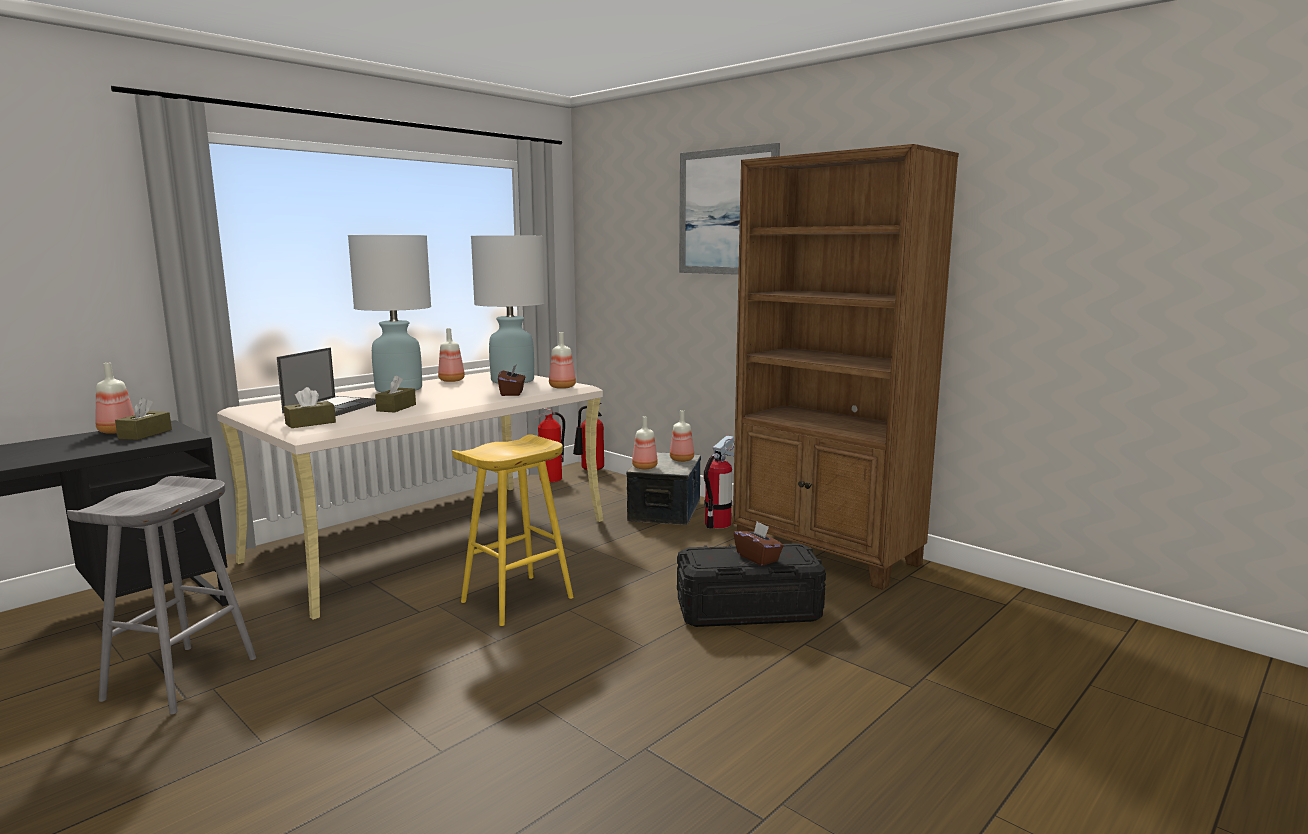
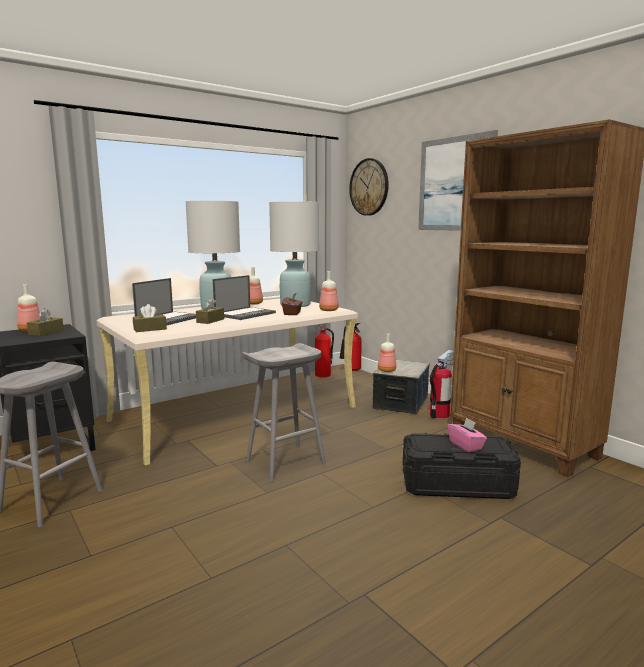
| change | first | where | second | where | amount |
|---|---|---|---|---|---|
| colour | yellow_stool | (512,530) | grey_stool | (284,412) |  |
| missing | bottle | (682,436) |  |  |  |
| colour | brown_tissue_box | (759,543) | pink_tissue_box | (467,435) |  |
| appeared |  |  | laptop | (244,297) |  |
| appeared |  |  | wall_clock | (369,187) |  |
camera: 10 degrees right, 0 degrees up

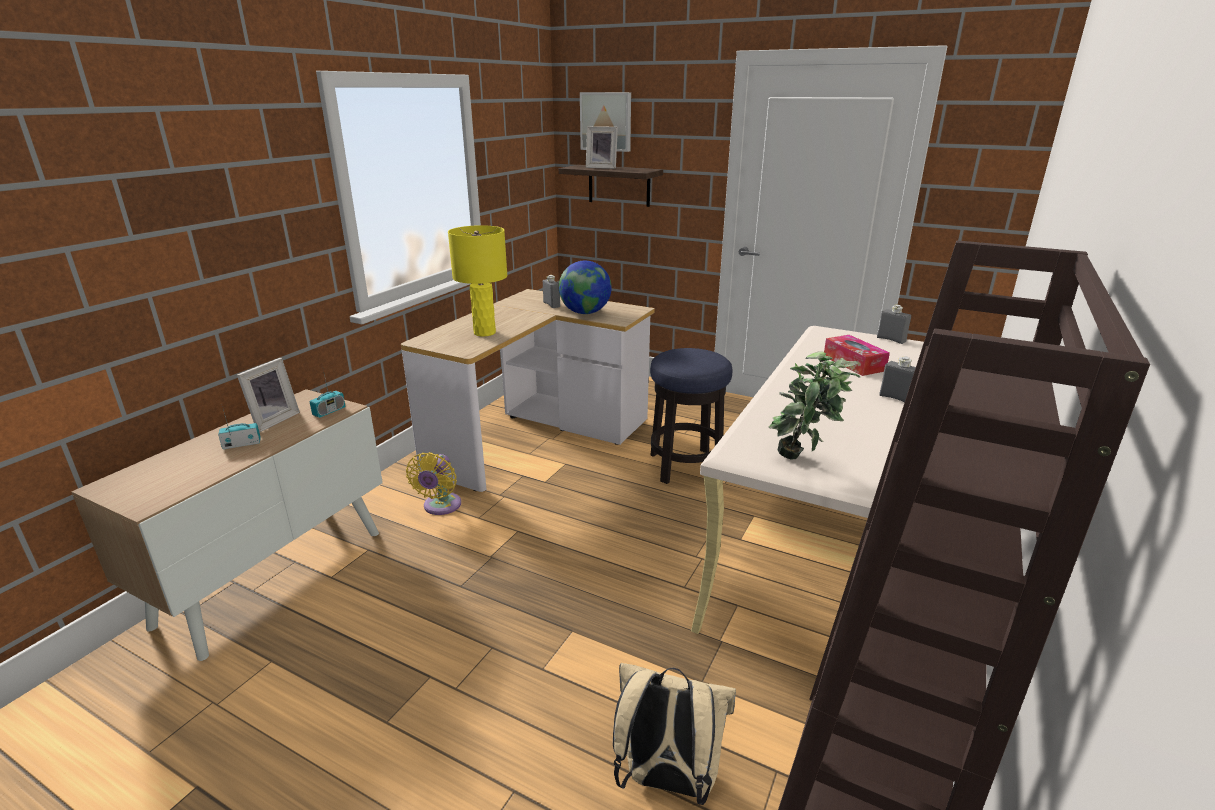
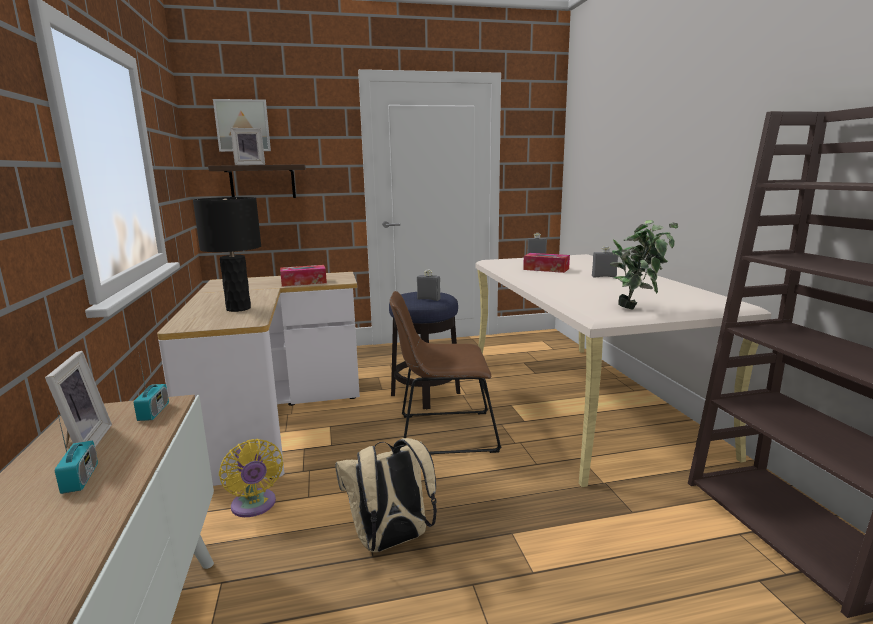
| change | first | where | second | where | amount |
|---|---|---|---|---|---|
| spun | radio | (239,427) |  | (76,450) | 135 degrees clockwise |
| colour | yellow_table_lamp | (477,281) | black_table_lamp | (227,254) |  |
| relocated | grey_bottle | (551,291) |  | (428,285) |  |
| exchanged | globe | (585,287) | tissue_box | (303,276) |  |
| relocated | beige_backpack | (674,734) |  | (386,495) |  |
| appeared |  |  | brown_chair | (445,372) |  |
camera: 40 degrees left, 10 degrees down

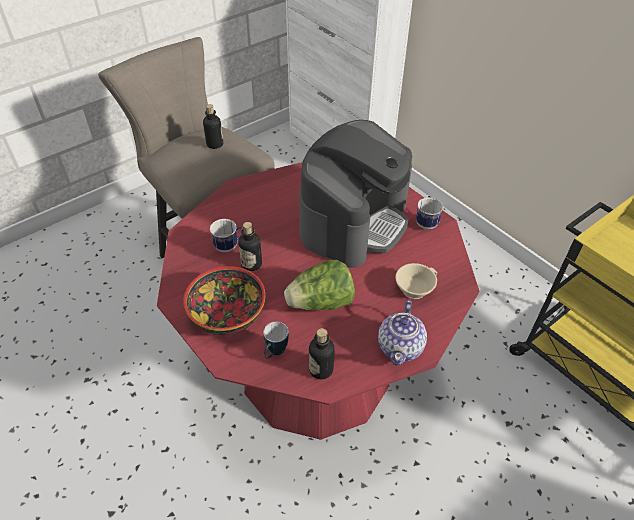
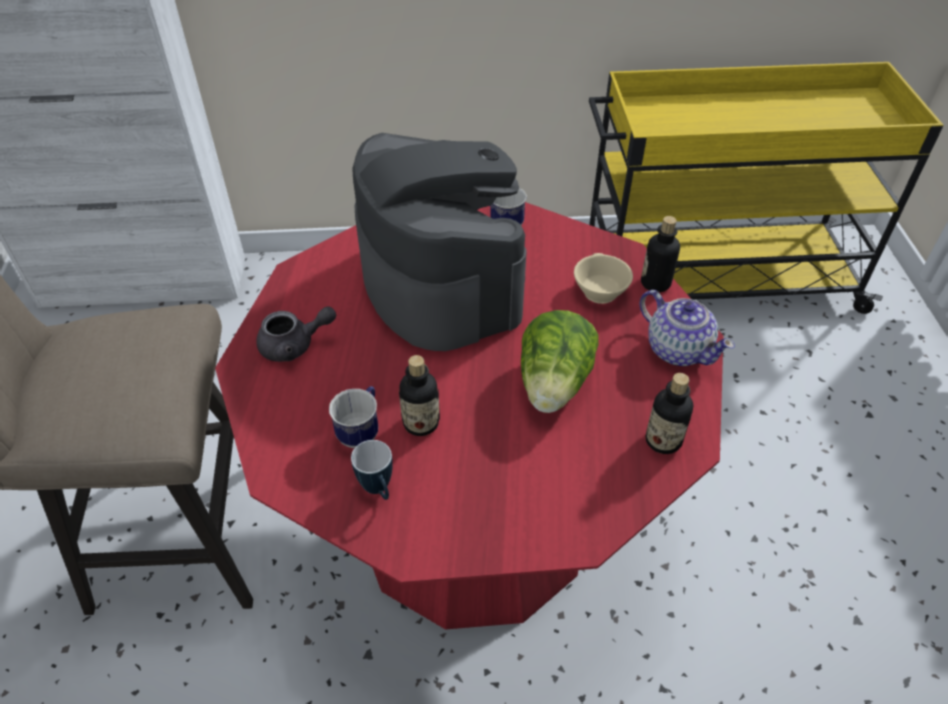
| change | first | where | second | where | amount |
|---|---|---|---|---|---|
| missing | bowl | (224,300) |  |  |  |
| relocated | bottle | (213,126) |  | (660,254) |  |
| relocated | mug | (276,340) |  | (372,470) |  |
| appeared |  |  | grey_teapot | (296,334) |  |
camera: 55 degrees left, 0 degrees up

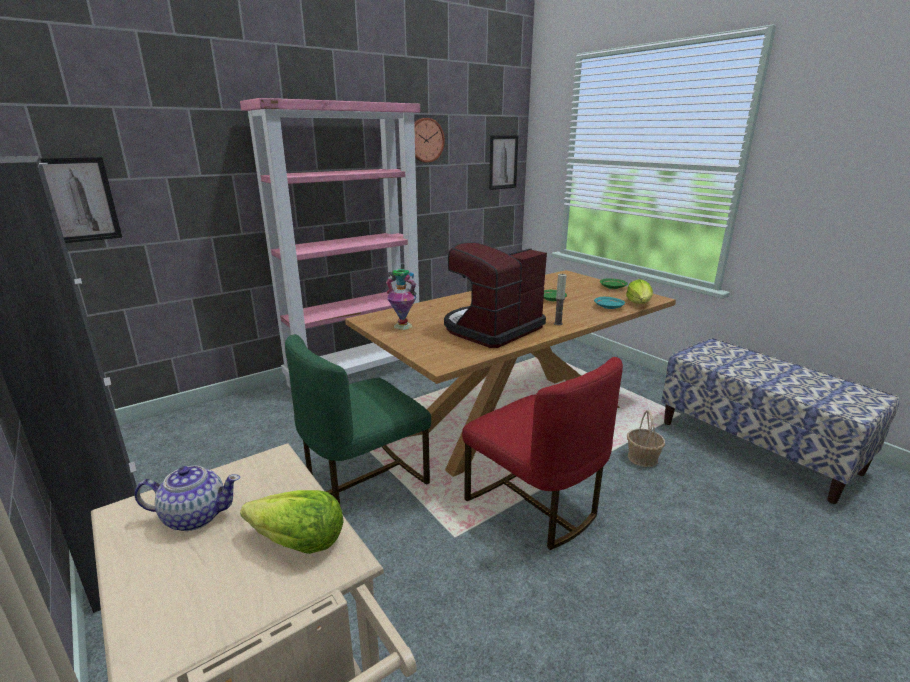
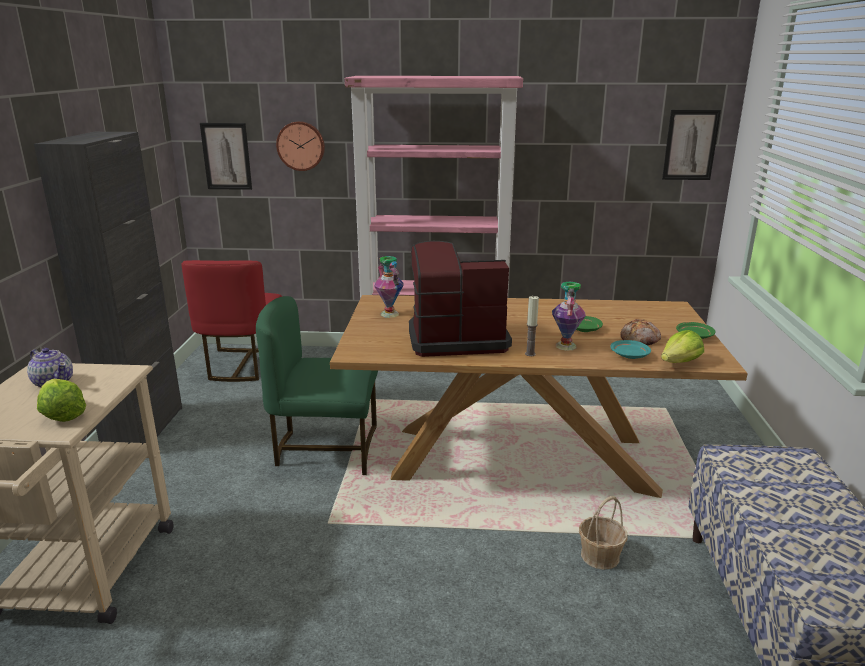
| change | first | where | second | where | amount |
|---|---|---|---|---|---|
| relocated | wall_clock | (429,140) |  | (300,146) |  |
| relocated | red_chair | (542,453) |  | (231,321) |  |
| appeared |  |  | vase | (569,316) |  |
| appeared |  |  | bread | (640,332) |  |
camera: 40 degrees right, 0 degrees up

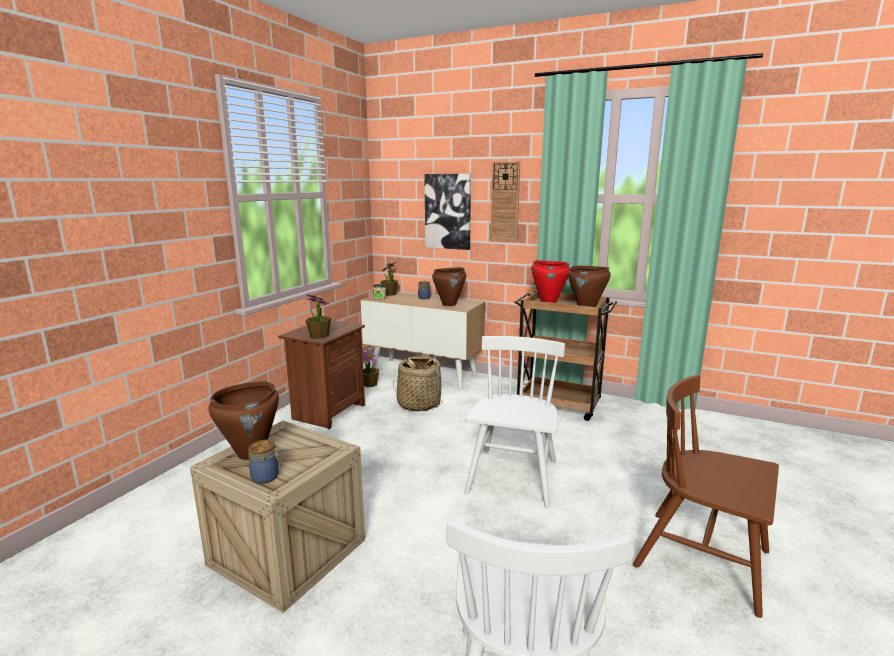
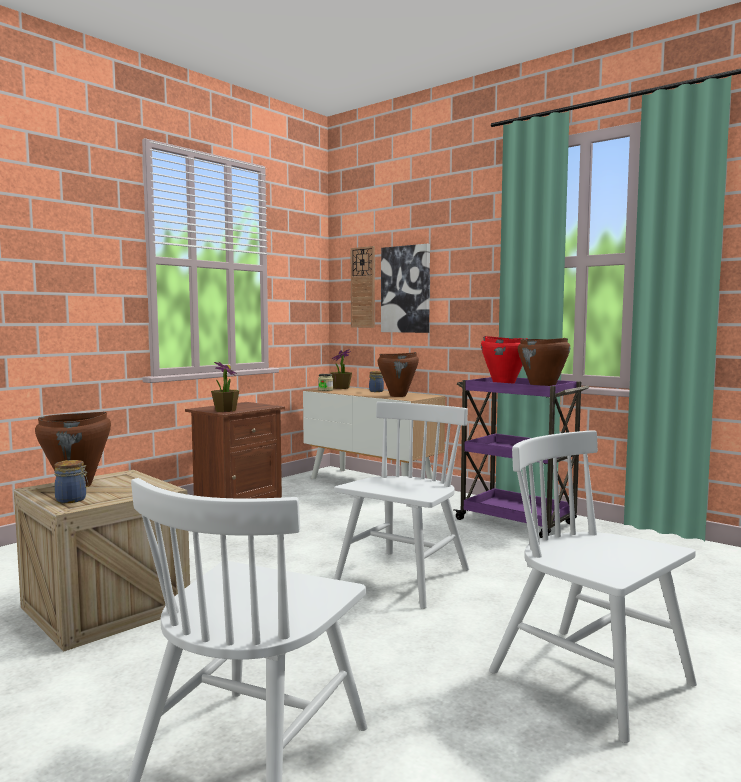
| change | first | where | second | where | amount |
|---|---|---|---|---|---|
| missing | potted_plant | (370,368) |  |  |  |
| missing | basket | (418,383) |  |  |  |
| relocated | wall_clock | (505,200) |  | (363,287) |  |
| colour | brown_cart | (565,355) | purple_cart | (521,457) |  |
| colour | brown_chair | (706,496) | white_chair | (593,586) |  |
camera: 15 degrees right, 10 degrees down

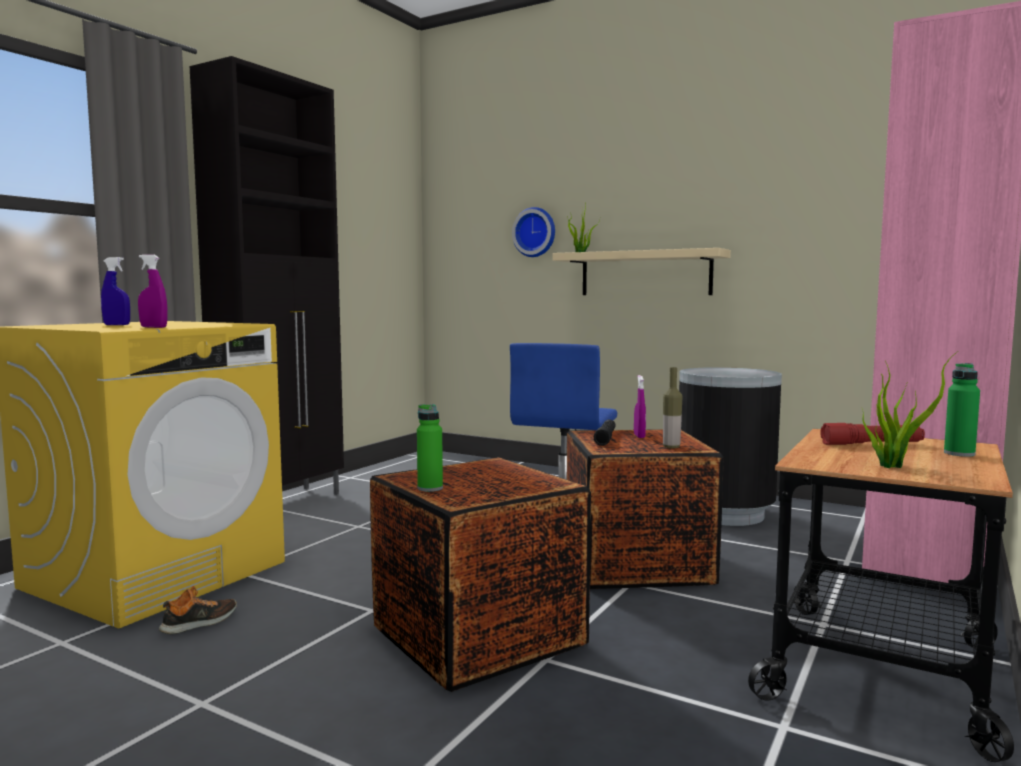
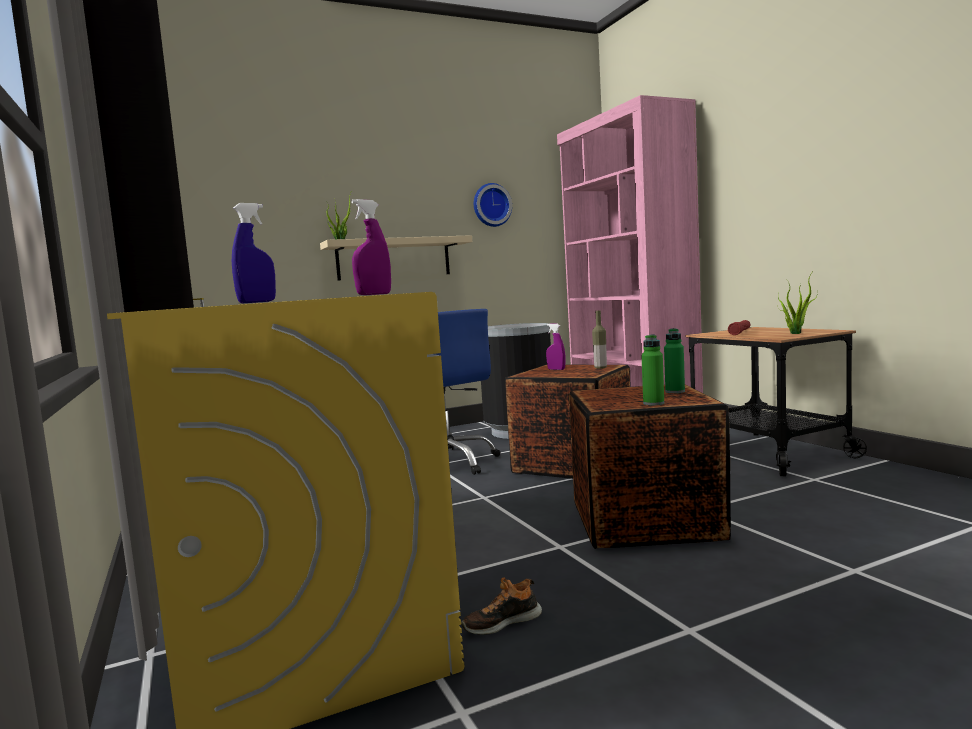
| change | first | where | second | where | amount |
|---|---|---|---|---|---|
| spun | shoe | (198,610) |  | (501,606) | 105 degrees counterclockwise |
| relocated | wall_clock | (533,232) |  | (493,205) |  |
| missing | black_flashlight | (605,433) |  |  |  |
| relocated | green_bottle | (962,410) |  | (674,360) |  |
camera: 55 degrees left, 0 degrees up

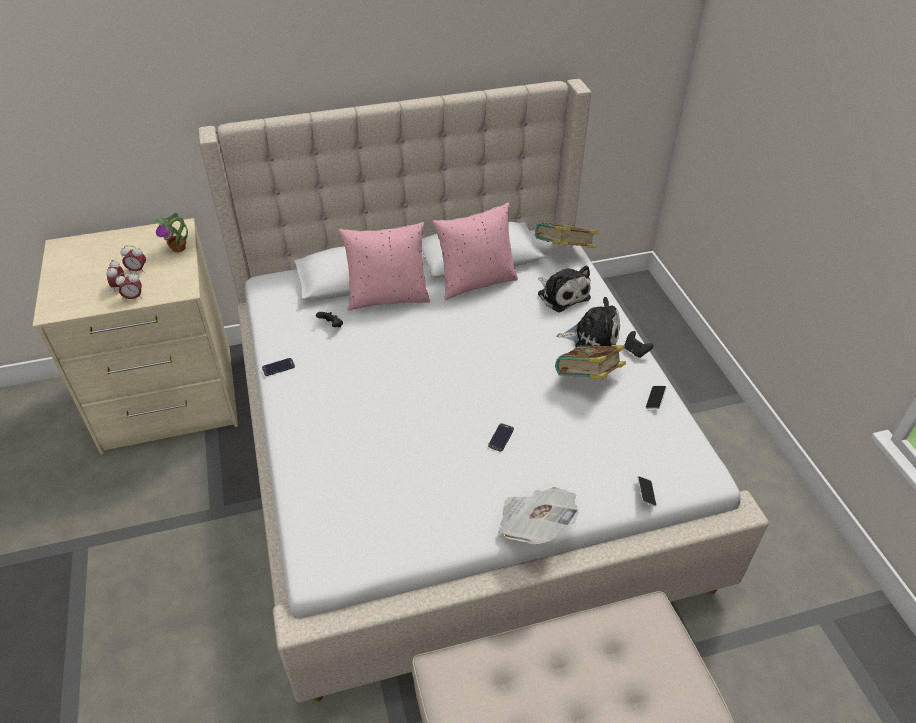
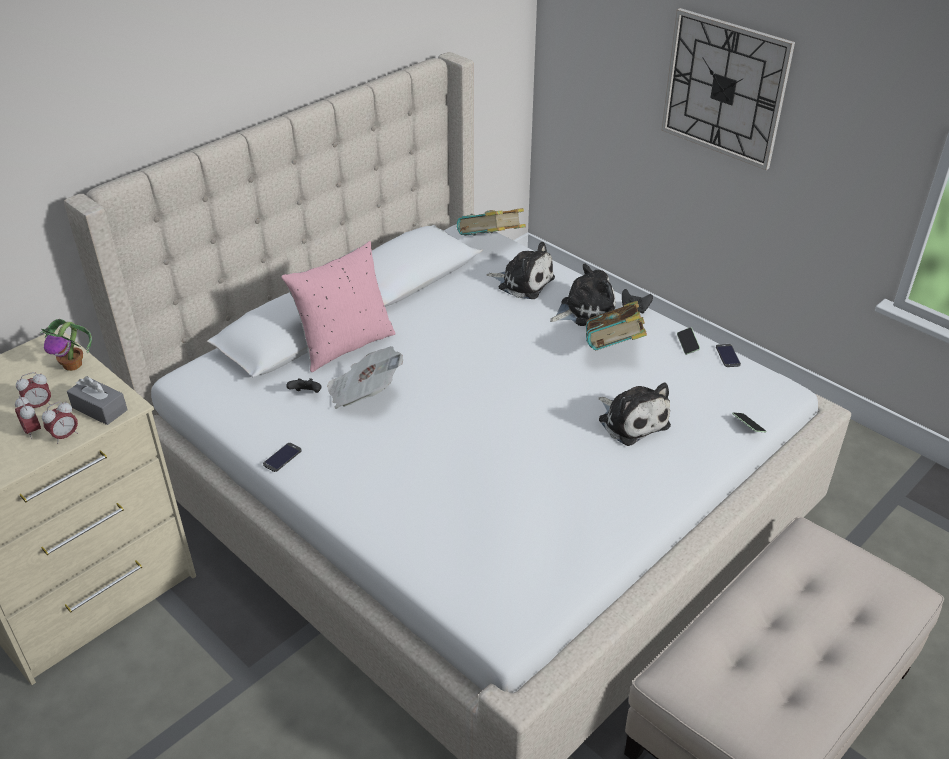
| change | first | where | second | where | amount |
|---|---|---|---|---|---|
| missing | pink_pillow | (475,251) |  |  |  |
| relocated | phone | (501,437) |  | (728,355) |  |
| relocated | newspaper | (538,516) |  | (365,377) |  |
| appeared |  |  | grey_tissue_box | (97,400) |  |
| appeared |  |  | plush_toy | (634,414) |  |
| appeared |  |  | wall_clock | (728,89) |  |
camera: 30 degrees left, 5 degrees down

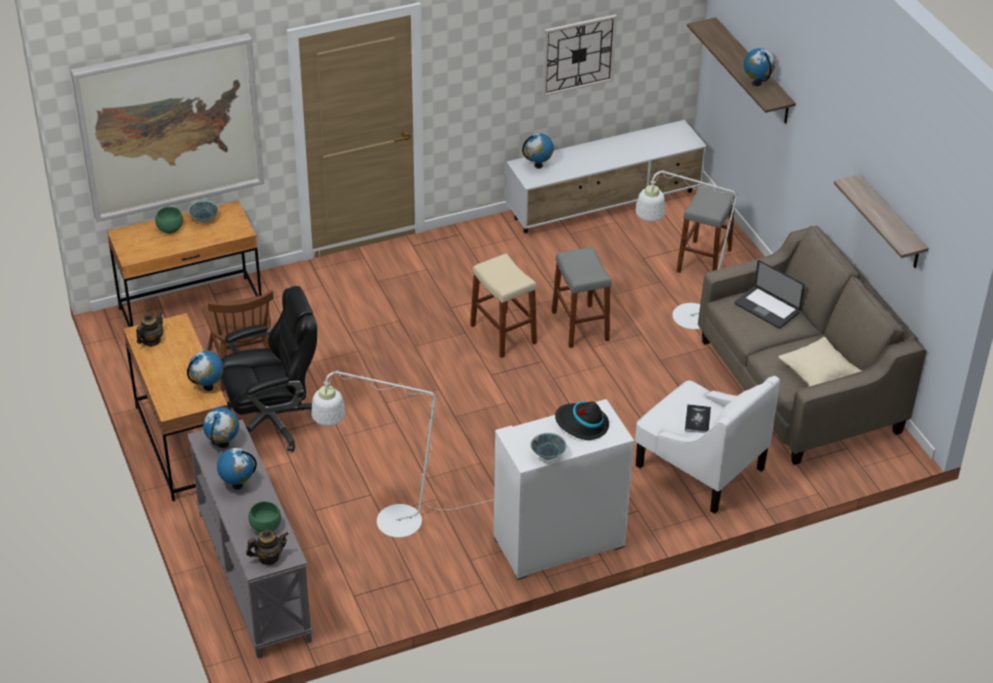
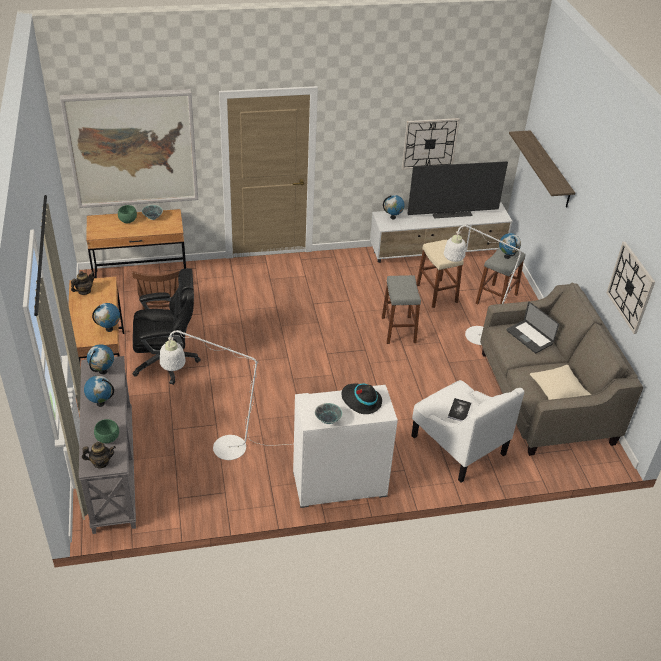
| change | first | where | second | where | amount |
|---|---|---|---|---|---|
| relocated | beige_stool | (503,305) |  | (440,274) |  |
| relocated | globe | (759,67) |  | (510,246) |  |
| exchanged | shelf | (881,221) | wall_clock | (631,288) |  |
| appeared |  |  | television | (457,189) |  |
camera: 10 degrees right, 0 degrees up

